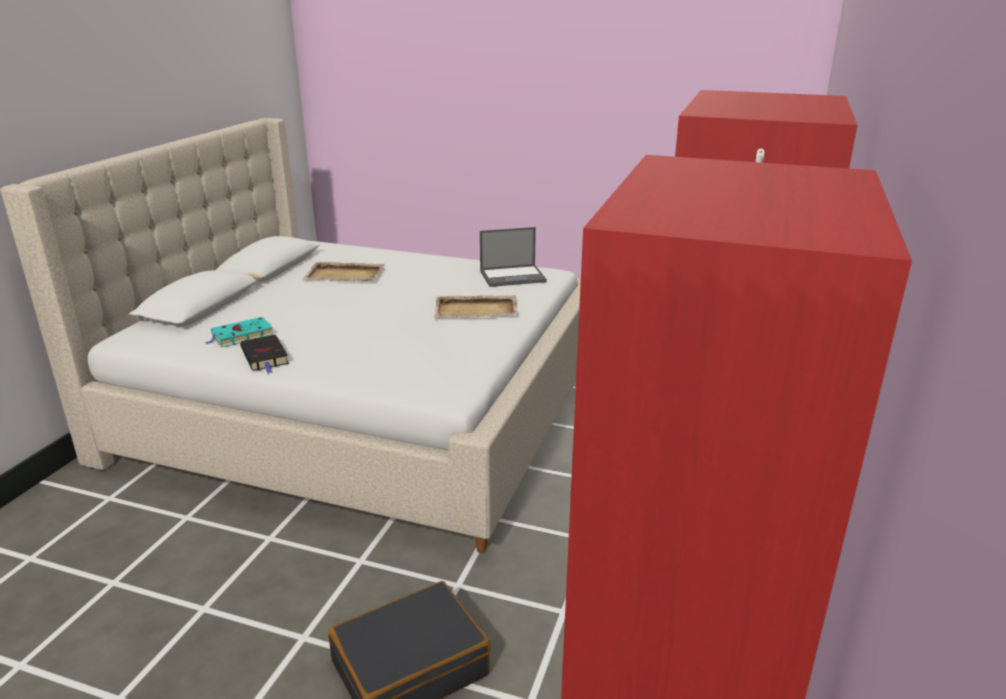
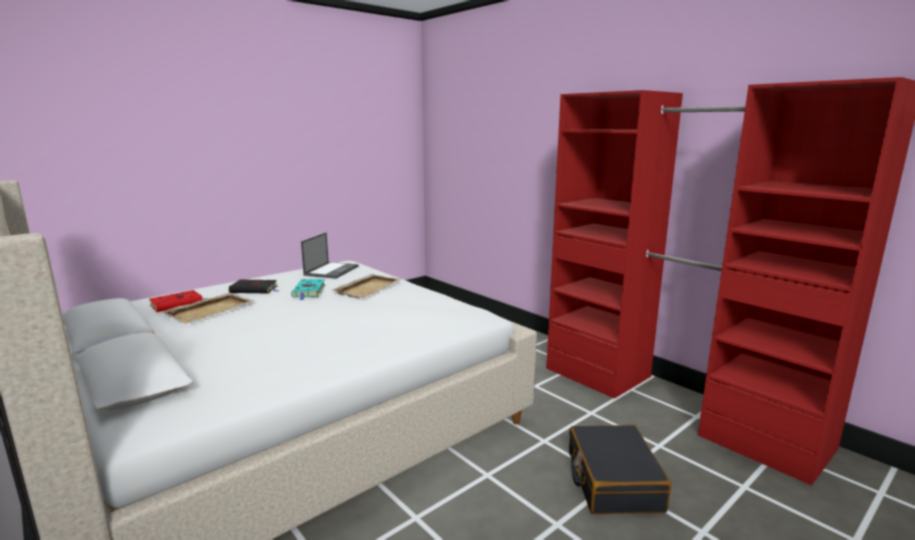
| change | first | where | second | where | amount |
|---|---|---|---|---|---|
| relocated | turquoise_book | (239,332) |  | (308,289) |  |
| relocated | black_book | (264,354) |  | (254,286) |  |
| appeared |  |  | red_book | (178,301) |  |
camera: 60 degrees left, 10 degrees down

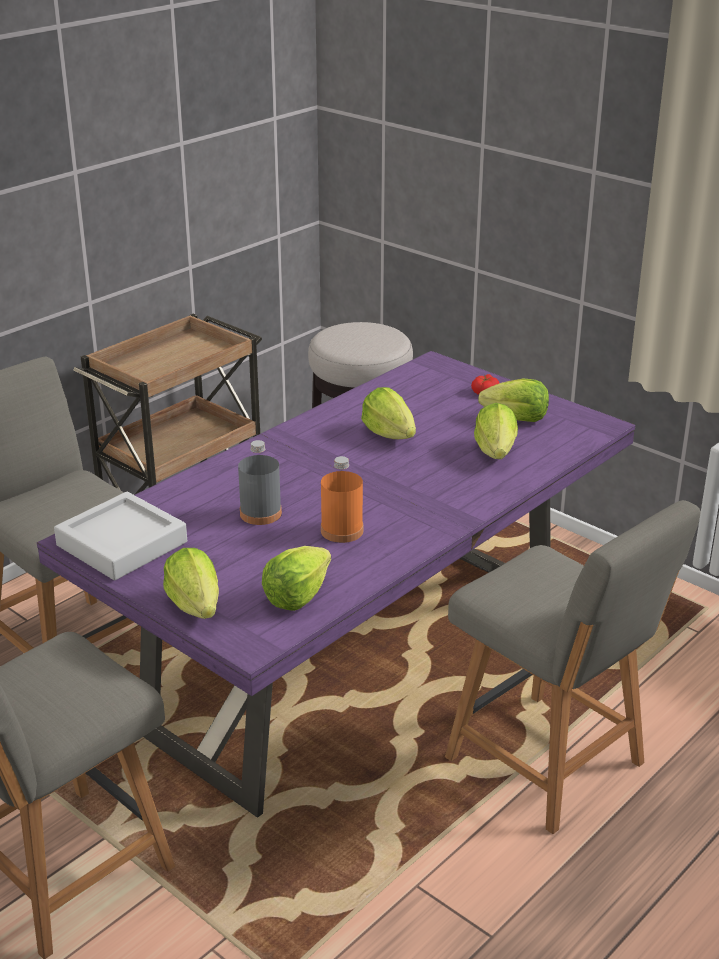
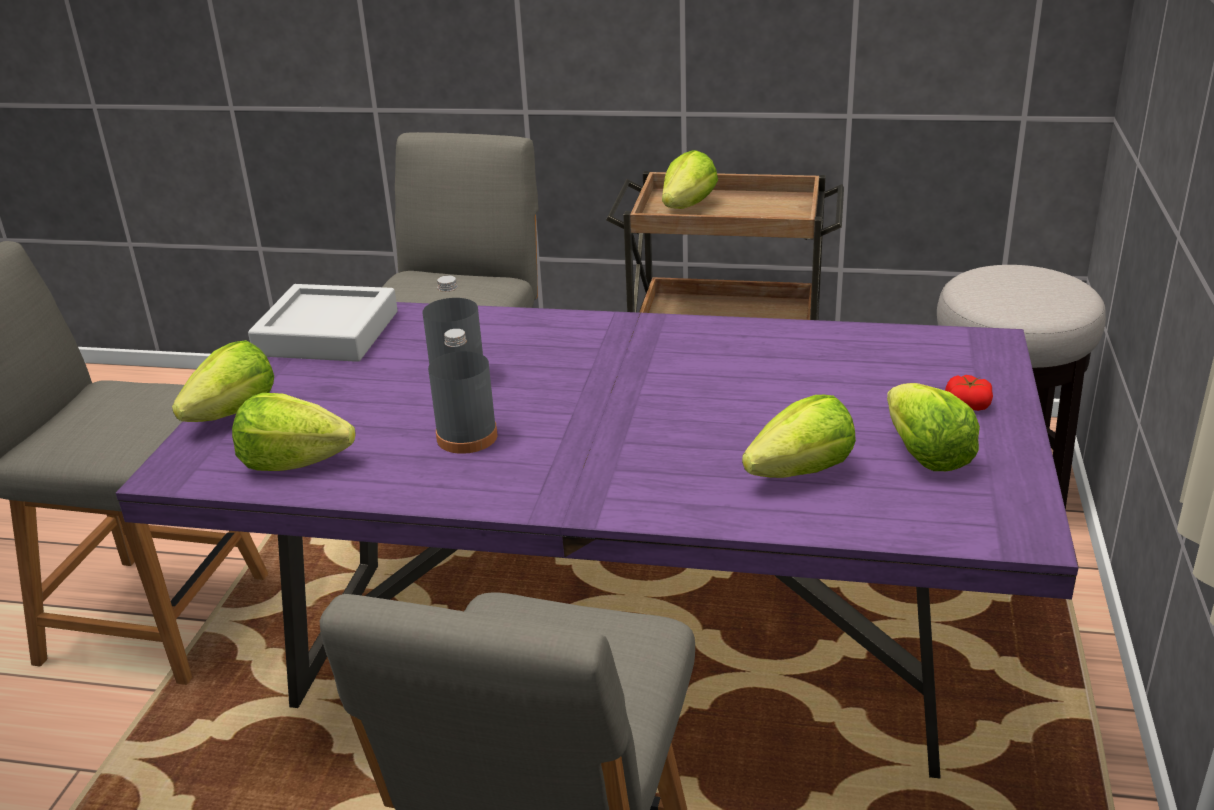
| change | first | where | second | where | amount |
|---|---|---|---|---|---|
| colour | orange_bottle | (342,499) | grey_bottle | (462,391) |  |
| relocated | lettuce | (388,413) |  | (690,179) |  |
camera: 60 degrees right, 0 degrees up

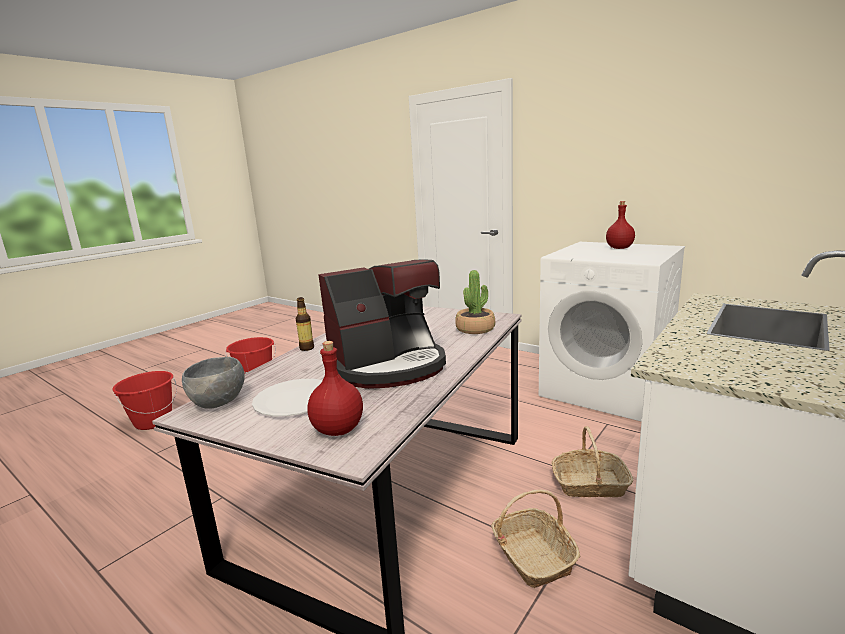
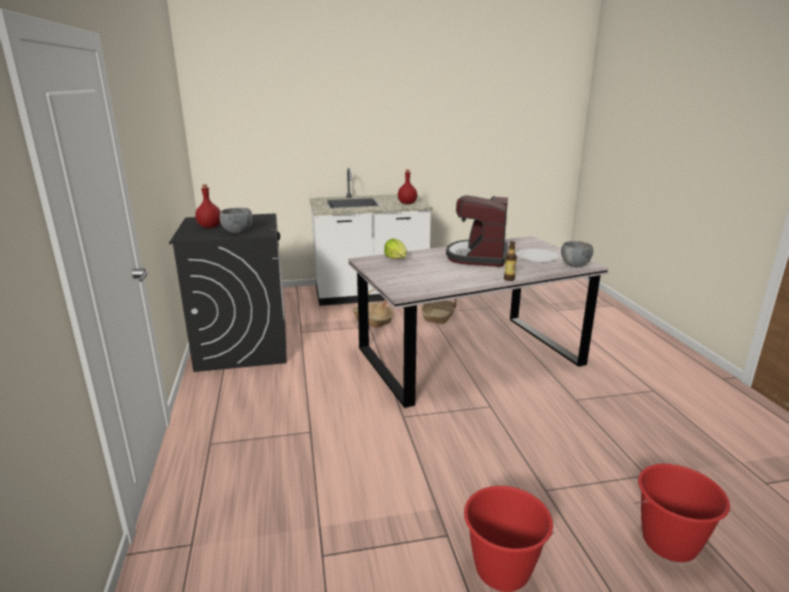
| change | first | where | second | where | amount |
|---|---|---|---|---|---|
| relocated | red_bottle | (335,388) |  | (407,186) |  |
| spun | coffee_machine | (382,324) |  | (477,231) | 90 degrees counterclockwise |
| exchanged | potted_plant | (475,302) | lettuce | (395,249) |  |
| colour | white_washing_machine | (612,331) | black_washing_machine | (228,292) |  |
| appeared |  |  | grey_bowl | (236,221) |  |
camera: 140 degrees left, 5 degrees up

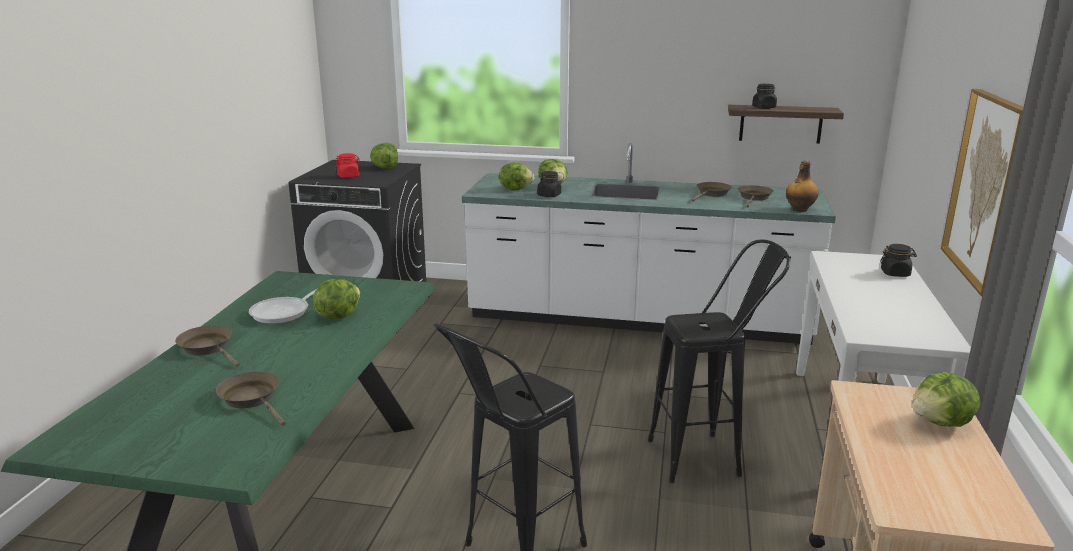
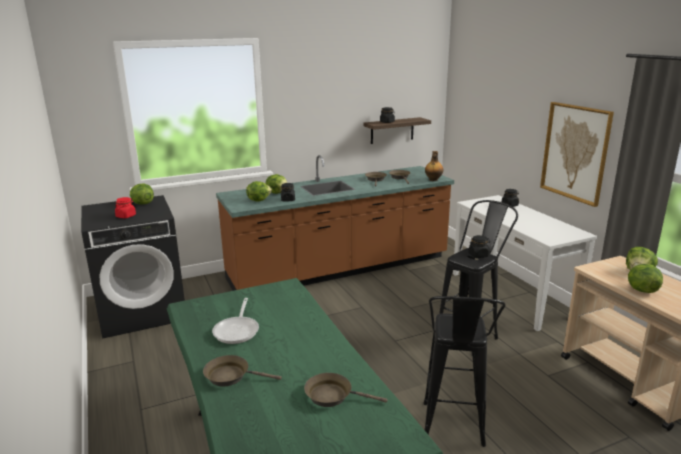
| change | first | where | second | where | amount |
|---|---|---|---|---|---|
| relocated | lettuce | (336,299) |  | (645,278) |  |
| colour | white_counter | (649,244) | brown_counter | (335,223) |  |
| appeared |  |  | black_jar | (479,246) |  |
camera: 35 degrees left, 0 degrees up

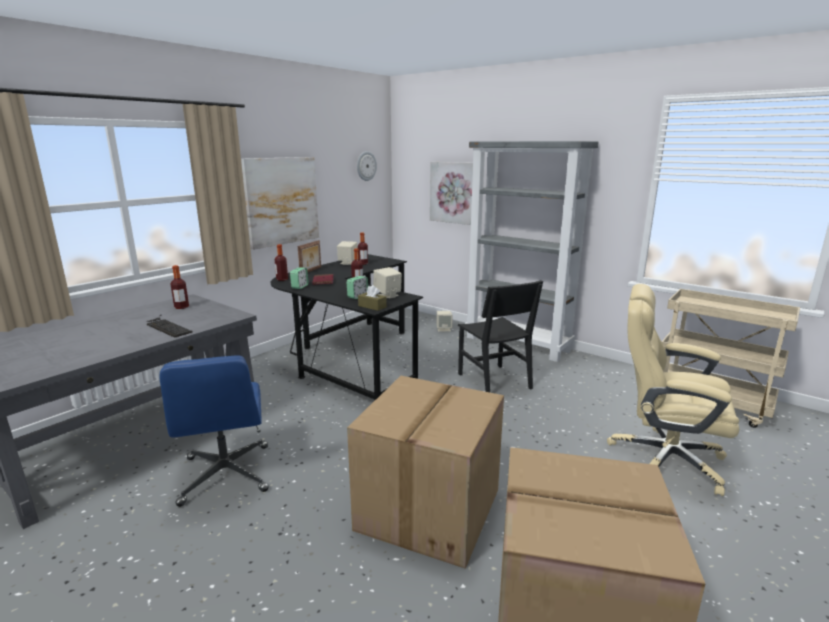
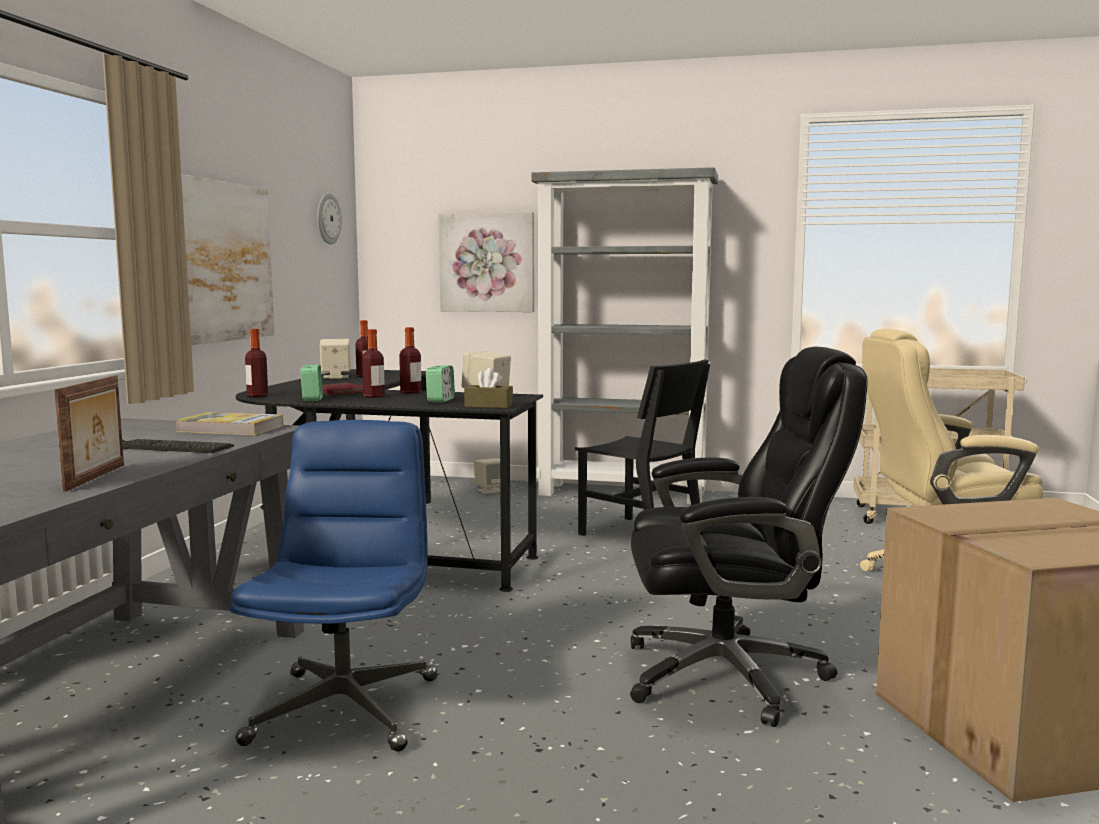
| change | first | where | second | where | amount |
|---|---|---|---|---|---|
| spun | blue_office_chair | (214,431) |  | (333,586) | 135 degrees counterclockwise |
| relocated | bottle | (180,287) |  | (373,363) |  |
| relocated | picture_frame | (309,256) |  | (89,433) |  |
| exchanged | cardboard_box | (425,472) | black_office_chair | (749,537) |  |
| appeared |  |  | book | (229,423) |  |
camera: 25 degrees left, 10 degrees down

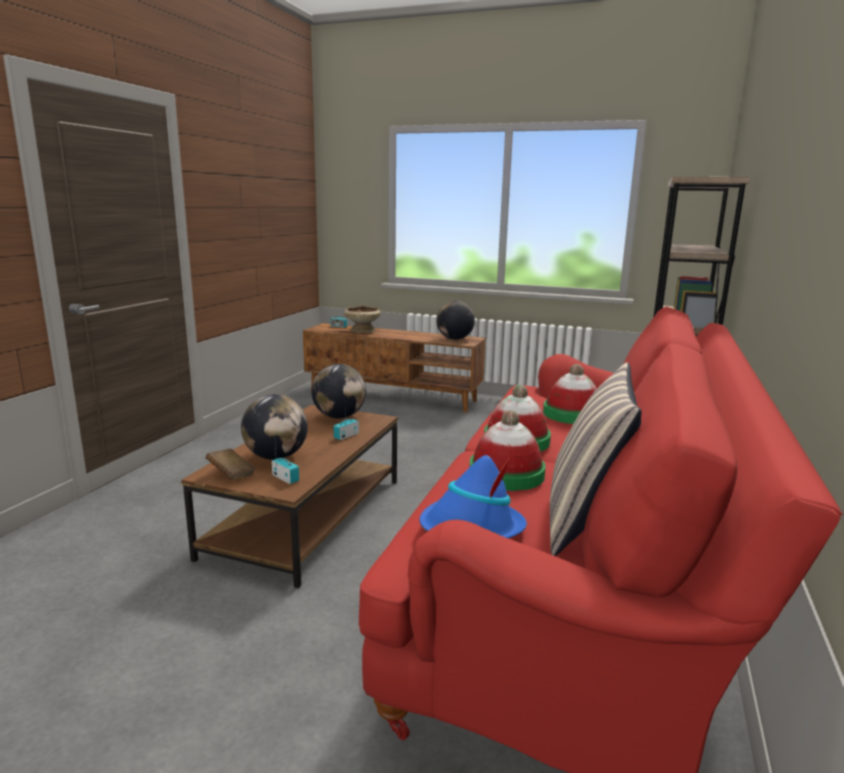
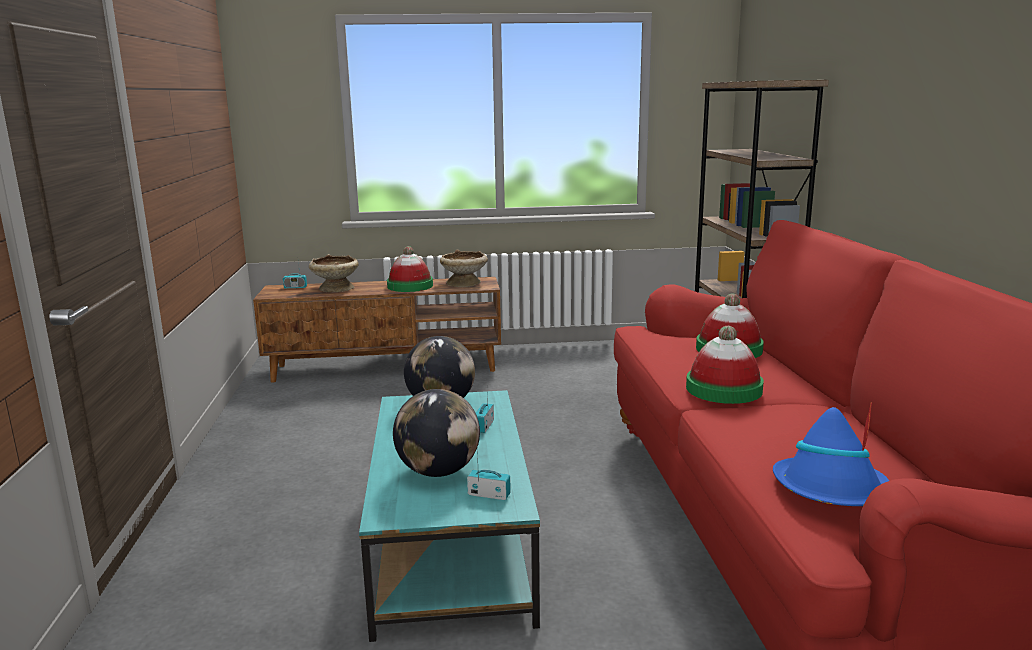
| change | first | where | second | where | amount |
|---|---|---|---|---|---|
| colour | brown_coffee_table | (289,496) | turquoise_coffee_table | (449,516) |  |
| missing | brown_book | (231,464) |  |  |  |
| exchanged | globe | (455,320) | beige_bowl | (464,268) |  |
| relocated | hat | (507,450) |  | (410,269) |  |
| missing | pillow | (596,459) |  |  |  |
camera: 25 degrees left, 0 degrees up

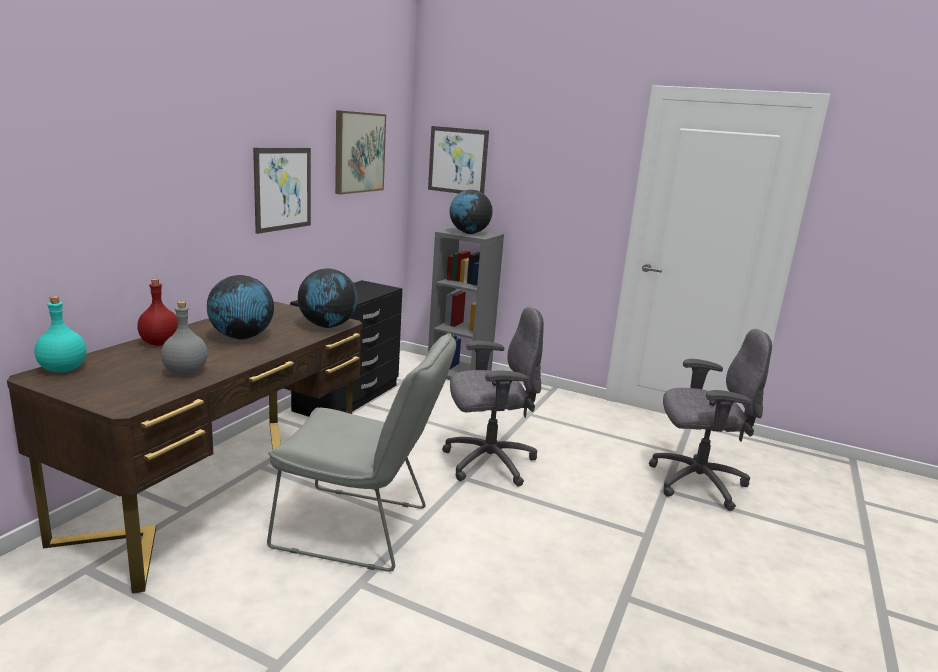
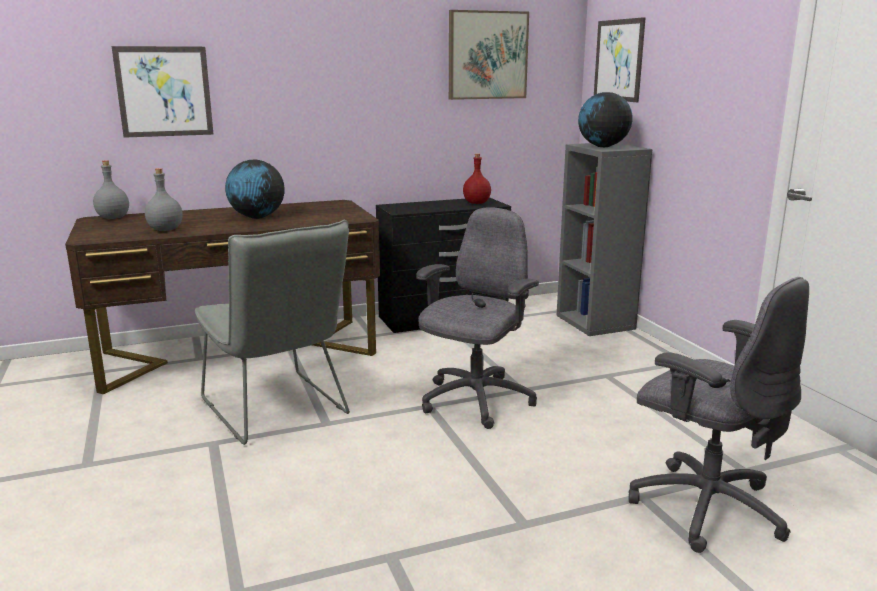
| change | first | where | second | where | amount |
|---|---|---|---|---|---|
| colour | turquoise_bottle | (60,334) | grey_bottle | (111,189) |  |
| relocated | red_bottle | (157,312) |  | (477,178) |  |
| relocated | picture | (282,191) |  | (163,92) |  |
| missing | globe | (328,298) |  |  |  |
| spun | grey_office_chair | (493,397) |  | (477,318) | 90 degrees counterclockwise |
camera: 45 degrees right, 0 degrees up

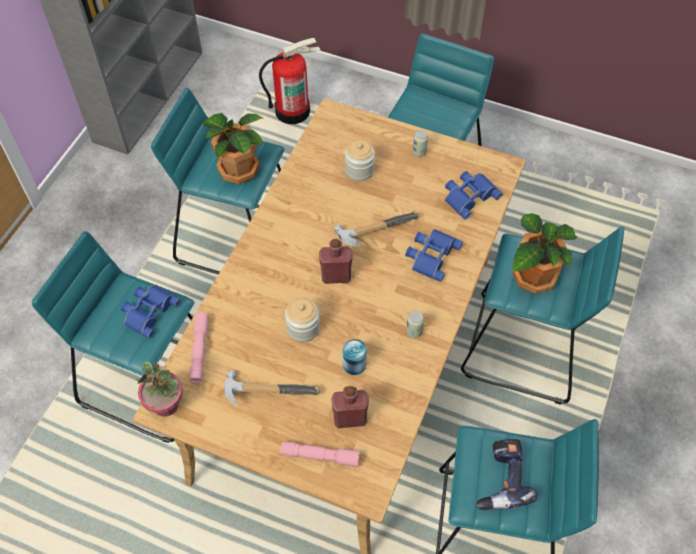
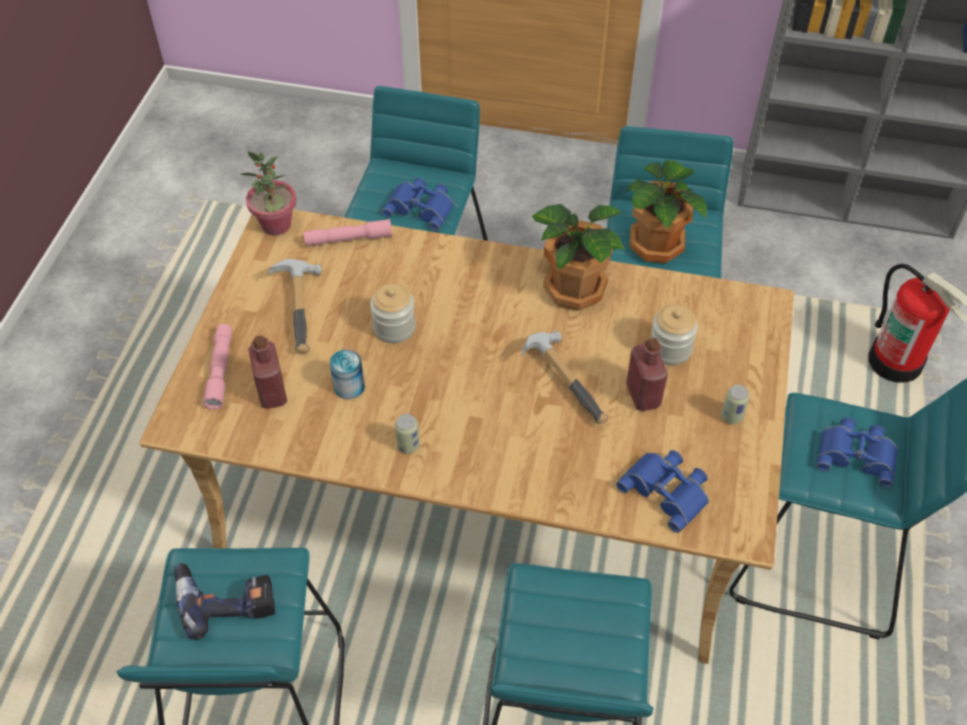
| change | first | where | second | where | amount |
|---|---|---|---|---|---|
| relocated | red_bottle | (336,261) |  | (647,374) |  |
| relocated | blue_binoculars | (434,255) |  | (857,453) |  |
| relocated | potted_plant | (545,253) |  | (578,257) |  |
camera: 80 degrees right, 5 degrees down

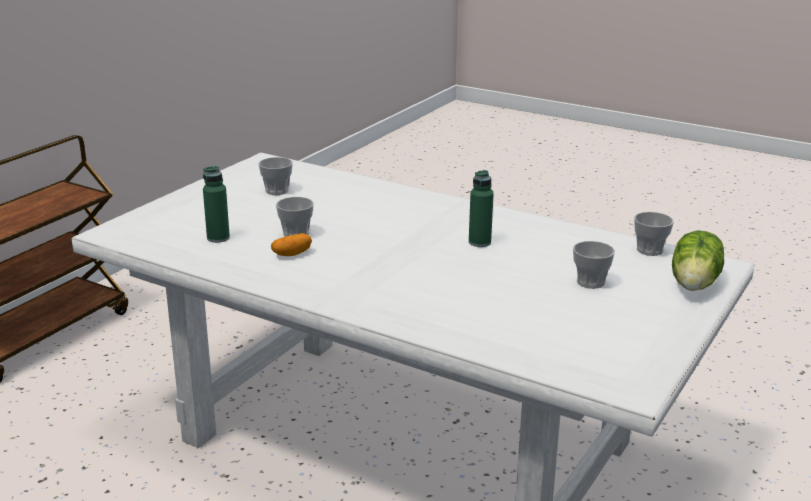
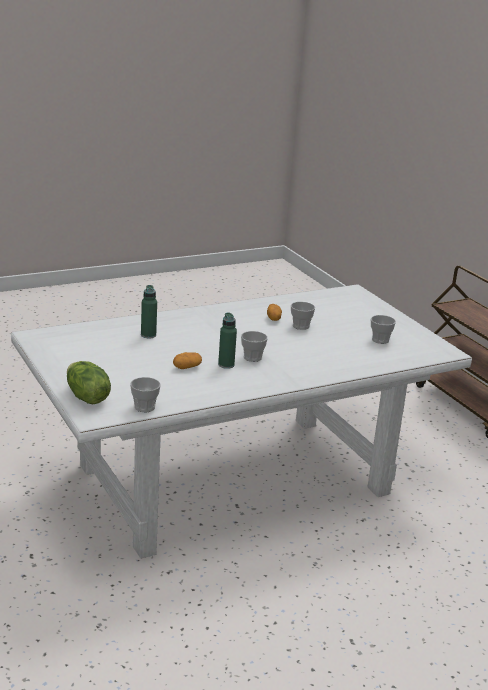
| change | first | where | second | where | amount |
|---|---|---|---|---|---|
| relocated | green_bottle | (216,204) |  | (149,311) |  |
| relocated | cup | (594,265) |  | (254,346) |  |
| appeared |  |  | potato | (187,360) |  |
camera: 120 degrees right, 0 degrees up

